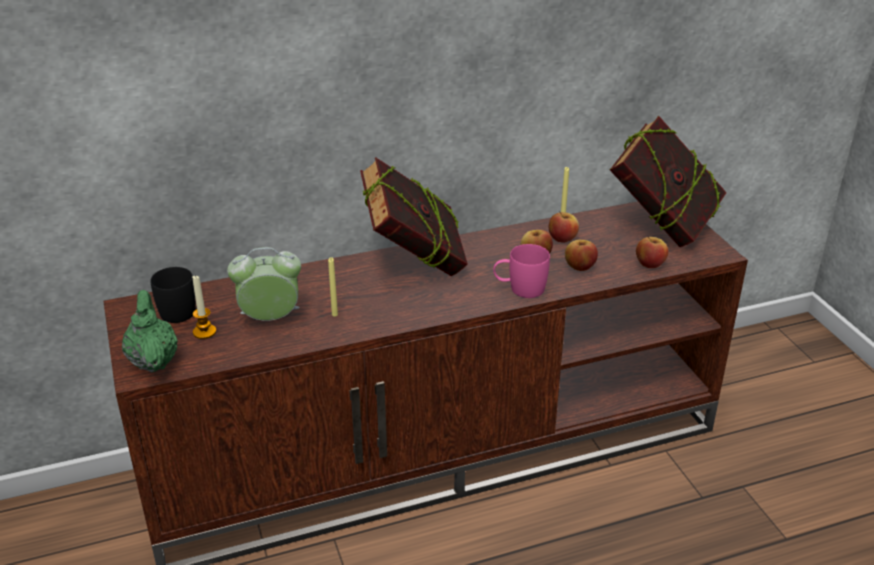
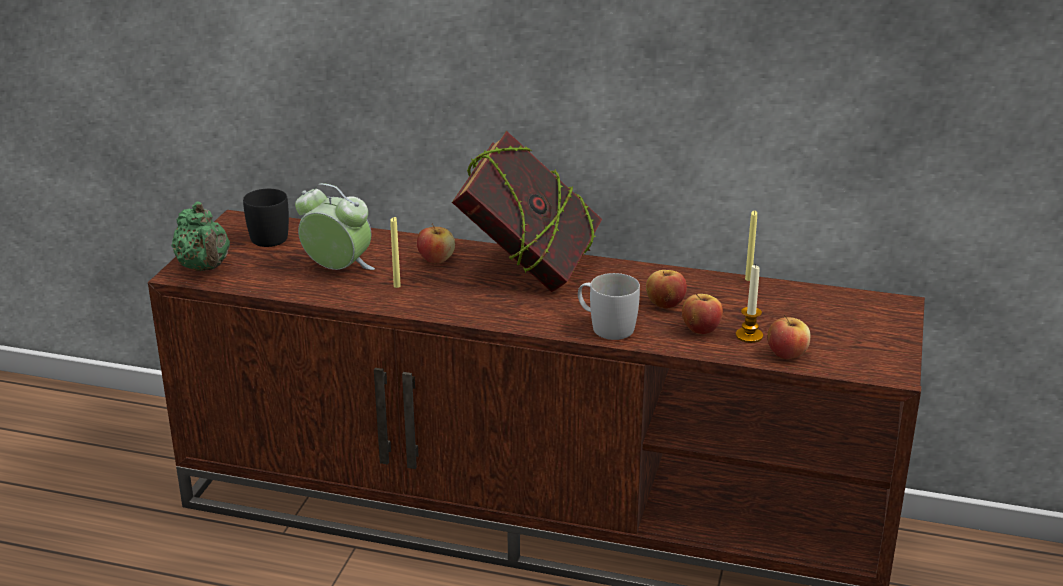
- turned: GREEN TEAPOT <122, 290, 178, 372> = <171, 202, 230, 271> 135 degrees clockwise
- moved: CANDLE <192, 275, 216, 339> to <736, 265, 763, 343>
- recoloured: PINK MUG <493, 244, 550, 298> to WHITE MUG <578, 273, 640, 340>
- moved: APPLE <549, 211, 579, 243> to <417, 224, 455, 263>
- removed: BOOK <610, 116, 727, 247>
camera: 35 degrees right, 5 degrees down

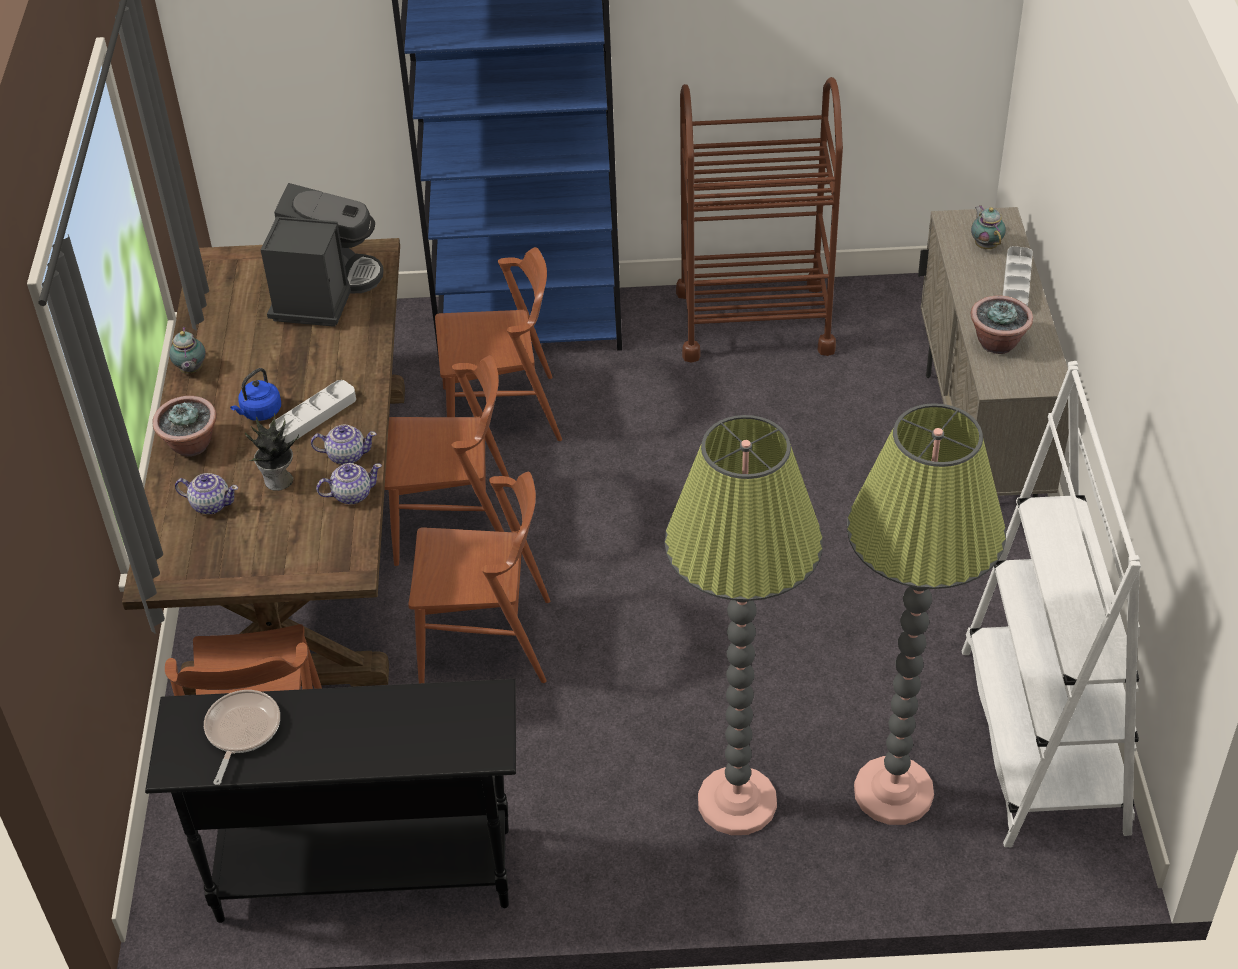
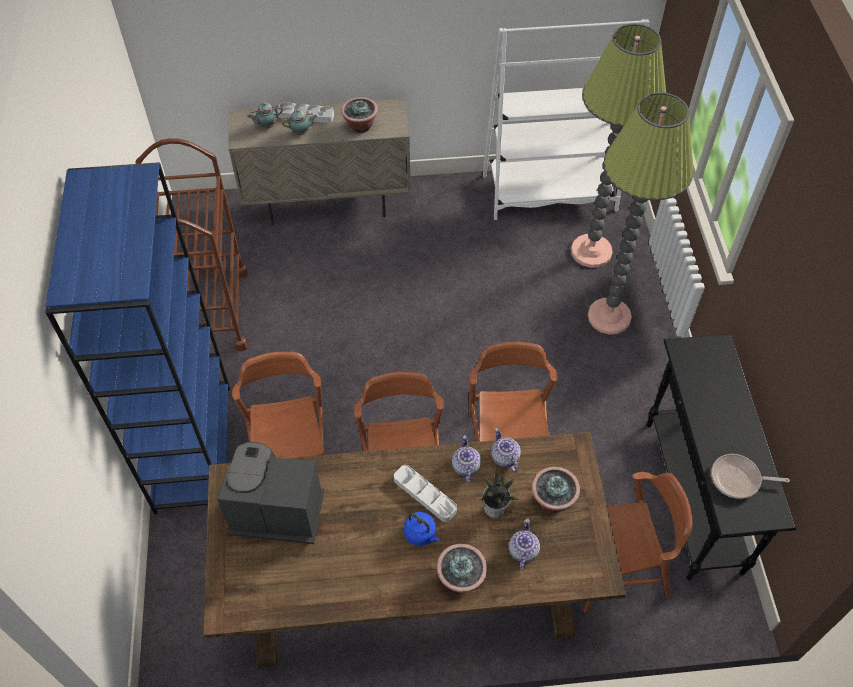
- moved: TEAPOT <169, 327, 206, 373> to <282, 109, 317, 135>
- added: POTTED PLANT <532, 467, 580, 513>
camera: 95 degrees left, 10 degrees up

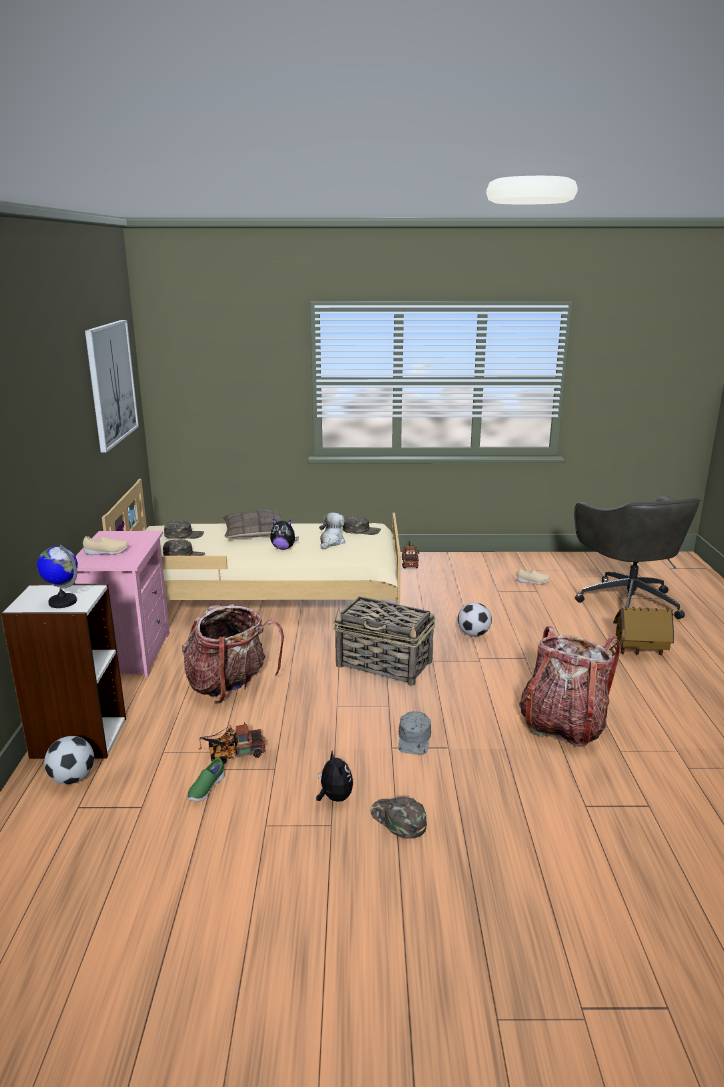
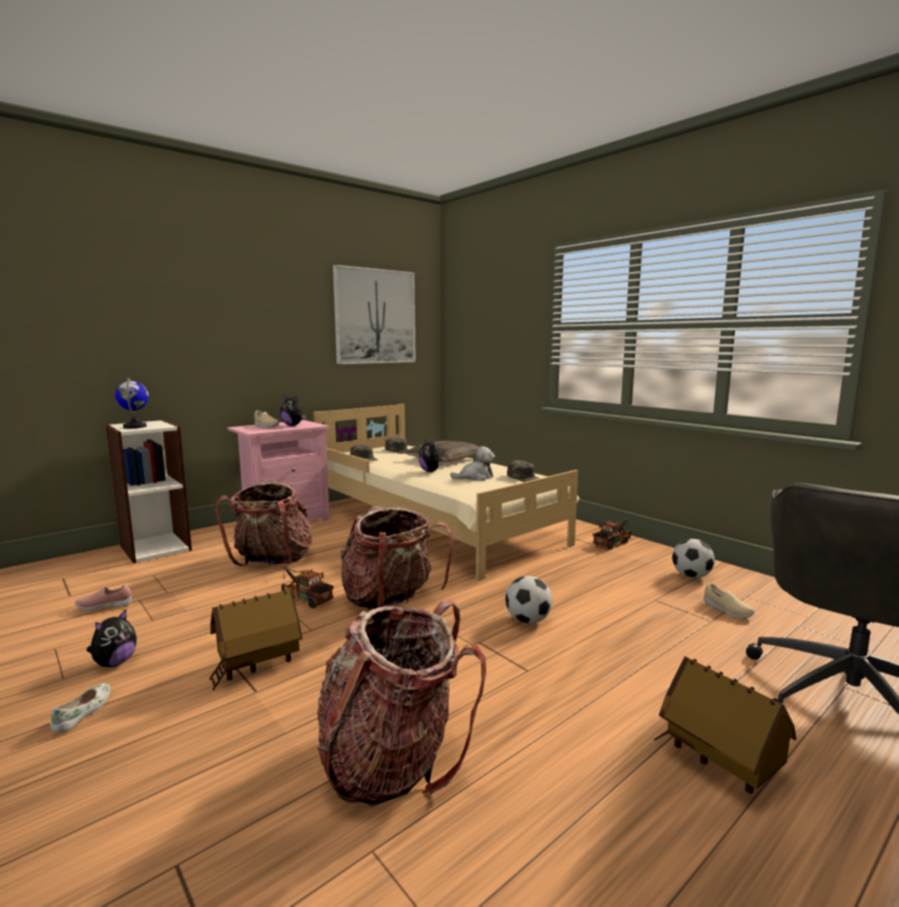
- moved: FOOTBALL <44, 736, 94, 784> to <672, 539, 715, 578>
- recoloured: GREEN SHOE <187, 758, 225, 802> to PINK SHOE <75, 585, 132, 611>
- moved: TOY TRUCK <199, 722, 266, 764> to <282, 567, 334, 608>
- replaced: BASKET <333, 596, 436, 686> to BACKPACK <341, 506, 453, 609>
- replaced: GREEN CAP <370, 797, 427, 839> to WHITE SHOE <50, 683, 110, 732>
- replaced: GREY CAP <398, 711, 431, 754> to TOY HOUSE <209, 589, 302, 690>
- added: PLUSH TOY <280, 395, 307, 426>
camera: 50 degrees right, 10 degrees down

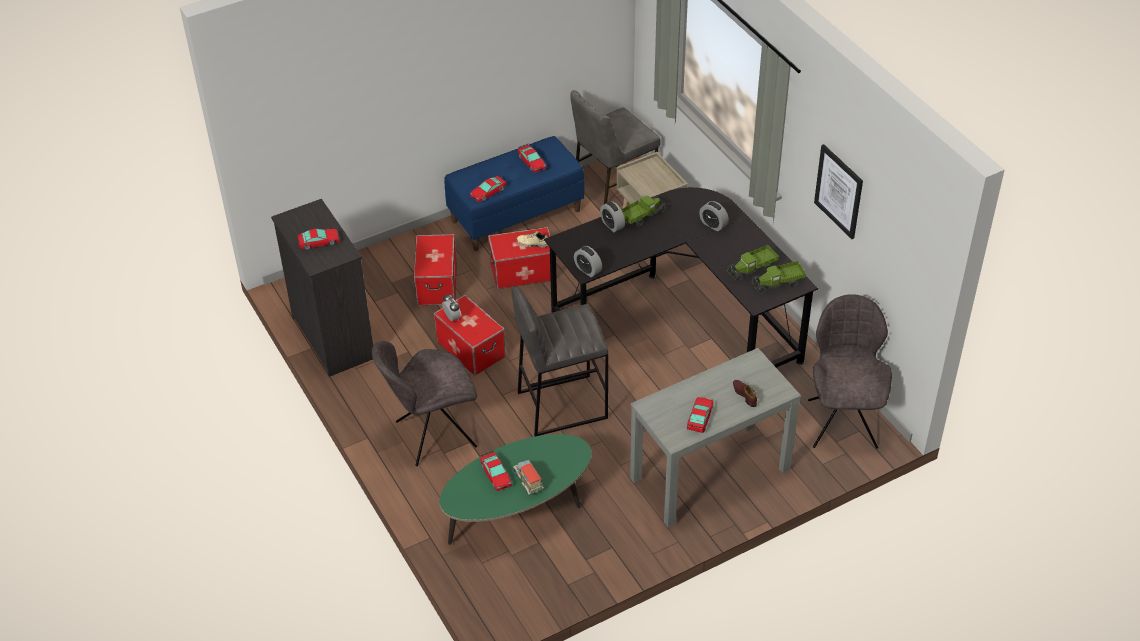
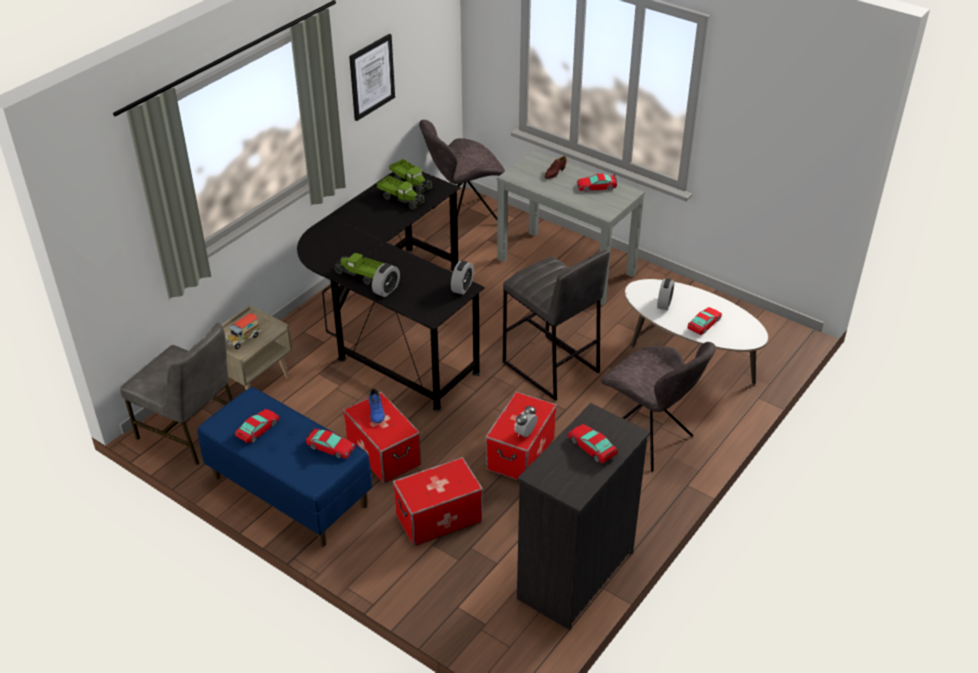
- recoloured: GREEN COFFEE TABLE <439, 434, 591, 545> to WHITE COFFEE TABLE <625, 279, 768, 385>
- moved: TOY TRUCK <513, 460, 544, 495> to <225, 313, 261, 349>
- recoloured: BEIGE SHOE <517, 231, 548, 247> to BLUE SHOE <369, 389, 385, 423>
- moved: ALARM CLOCK <699, 201, 729, 231> to <657, 278, 674, 310>
camera: 115 degrees left, 5 degrees down

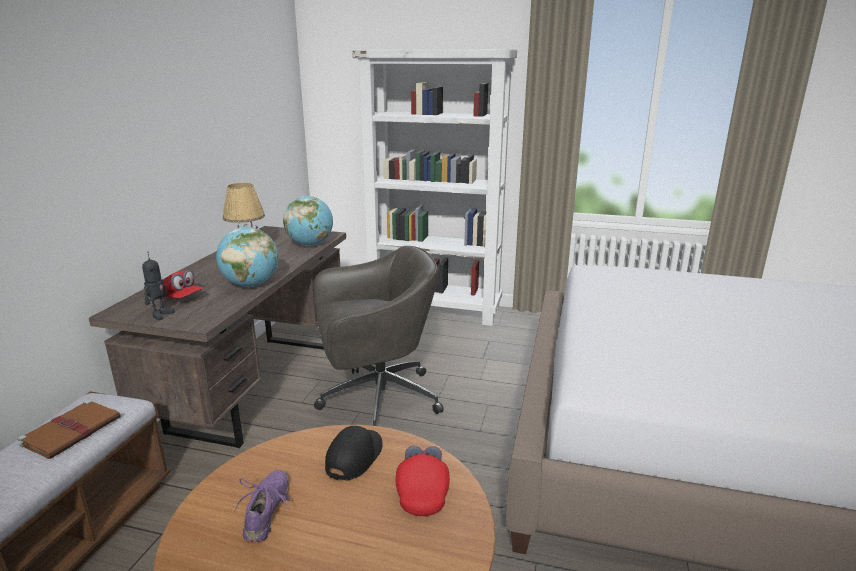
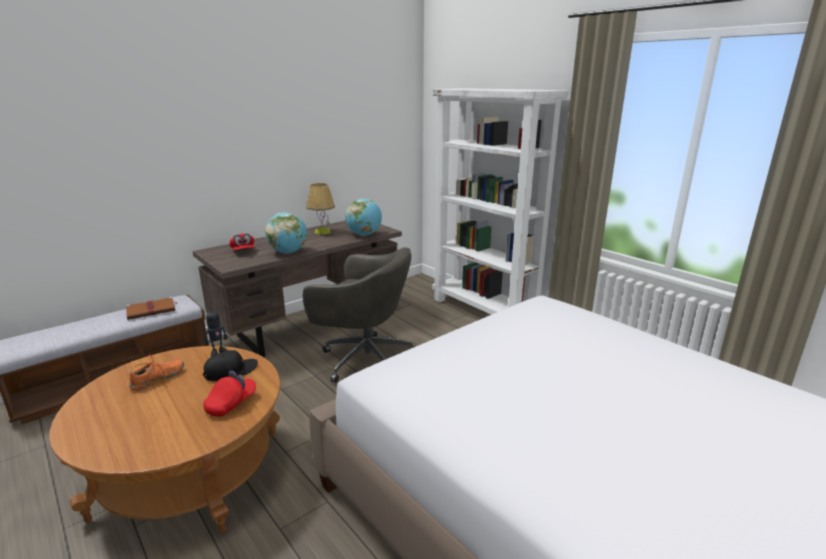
- moved: TOY ROBOT <142, 252, 175, 320> to <205, 306, 228, 357>
- recoloured: PURPLE SHOE <234, 470, 290, 542> to ORANGE SHOE <129, 354, 184, 391>
camera: 35 degrees right, 0 degrees up

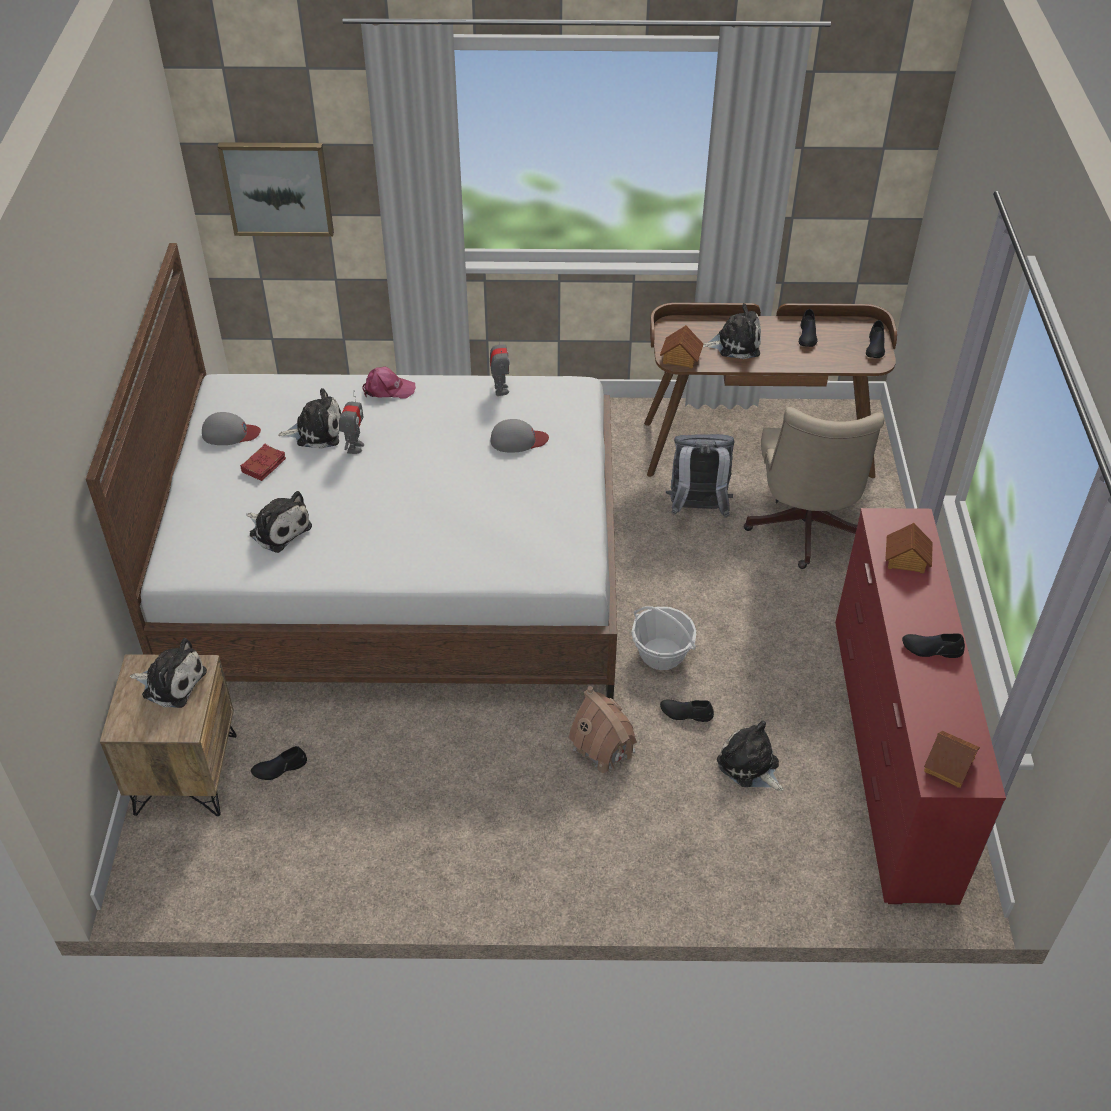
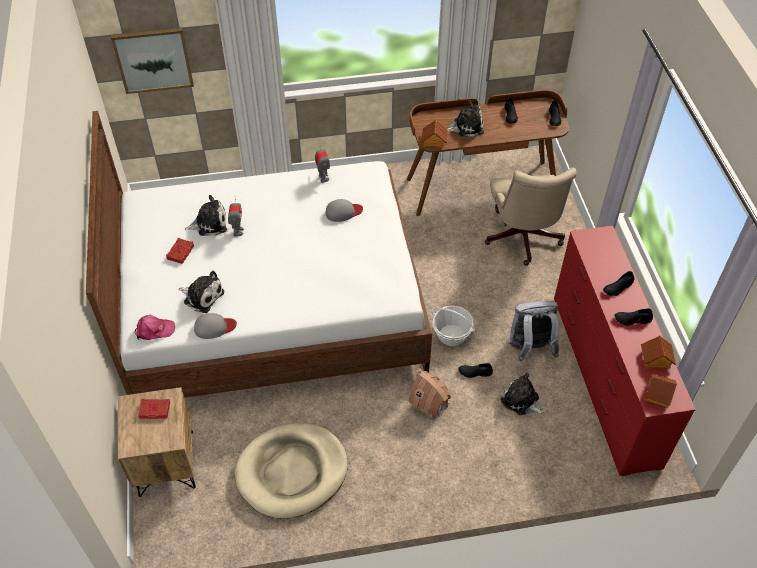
- replaced: PLUSH TOY <130, 638, 207, 708> to RED BOOK <138, 399, 170, 419>
- moved: GREY CAP <202, 412, 261, 445> to <194, 313, 237, 339>
- moved: BLACK SHOE <251, 746, 307, 780> to <603, 271, 635, 296>
- moved: PINK CAP <362, 367, 416, 398> to <135, 315, 175, 340>
- moved: GREY BACKPACK <665, 434, 734, 518> to <509, 301, 559, 362>
- moved: TOY HOUSE <885, 523, 933, 574> to <641, 336, 676, 369>
- added: BEIGE DOG BED <235, 423, 348, 519>
camera: 10 degrees left, 5 degrees up

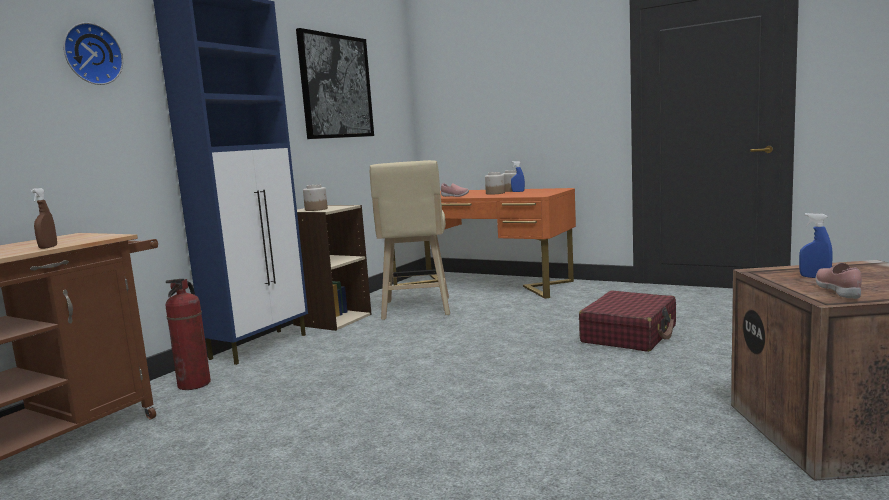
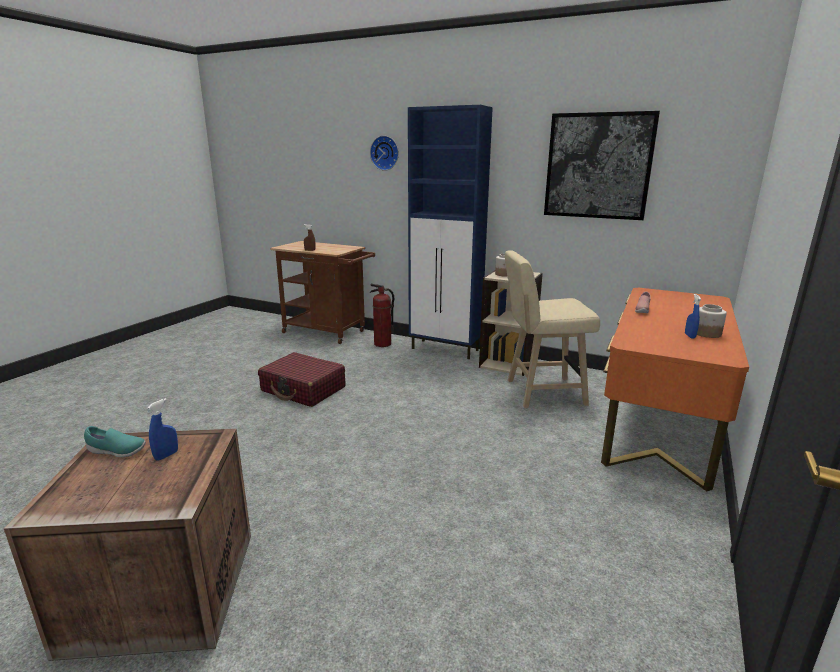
- removed: JAR <485, 172, 505, 195>
- moved: RED SUITCASE <579, 290, 676, 352> to <258, 352, 345, 407>
- recoloured: PINK SHOE <816, 263, 862, 299> to TURQUOISE SHOE <84, 426, 146, 457>
camera: 85 degrees right, 10 degrees up

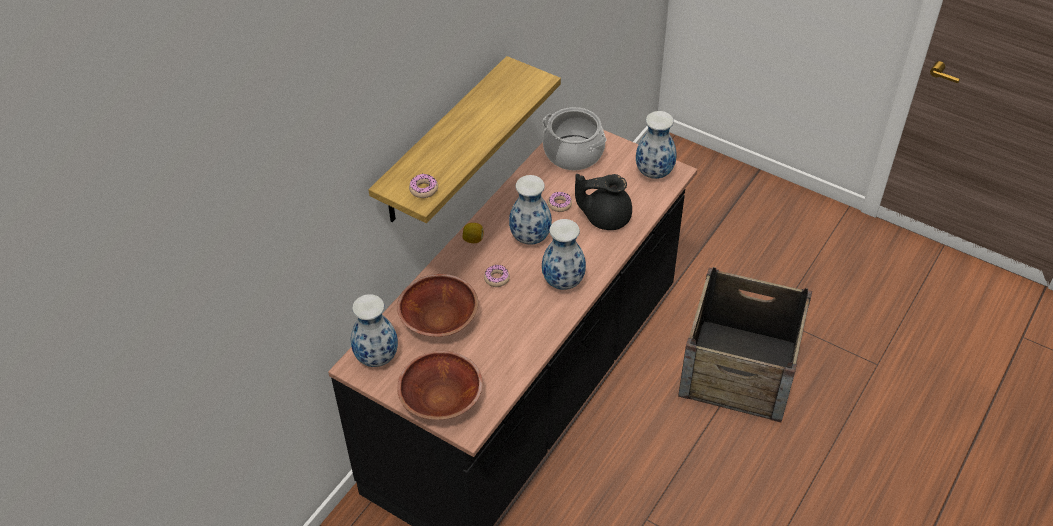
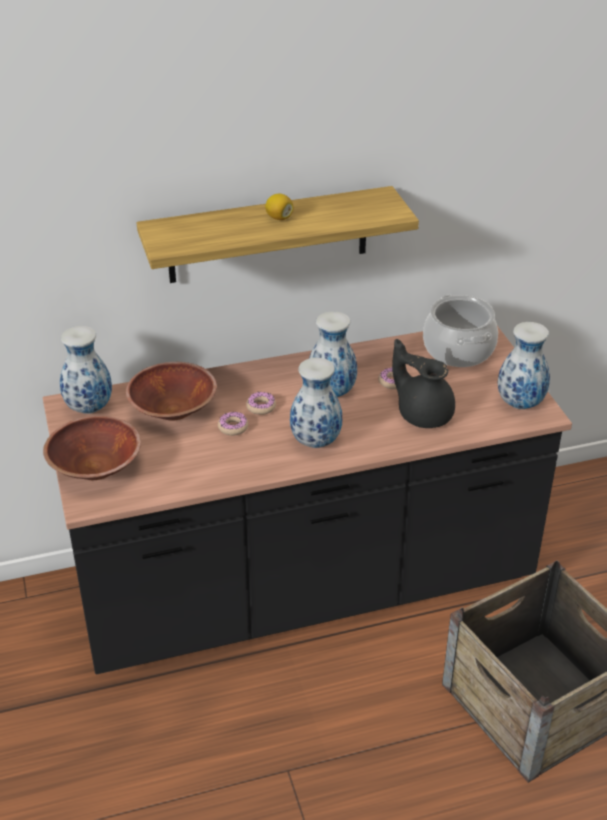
- moved: DONUT <409, 174, 438, 198> to <218, 412, 248, 436>
- moved: LEMON <462, 223, 484, 243> to <265, 194, 294, 220>
camera: 40 degrees right, 10 degrees down

